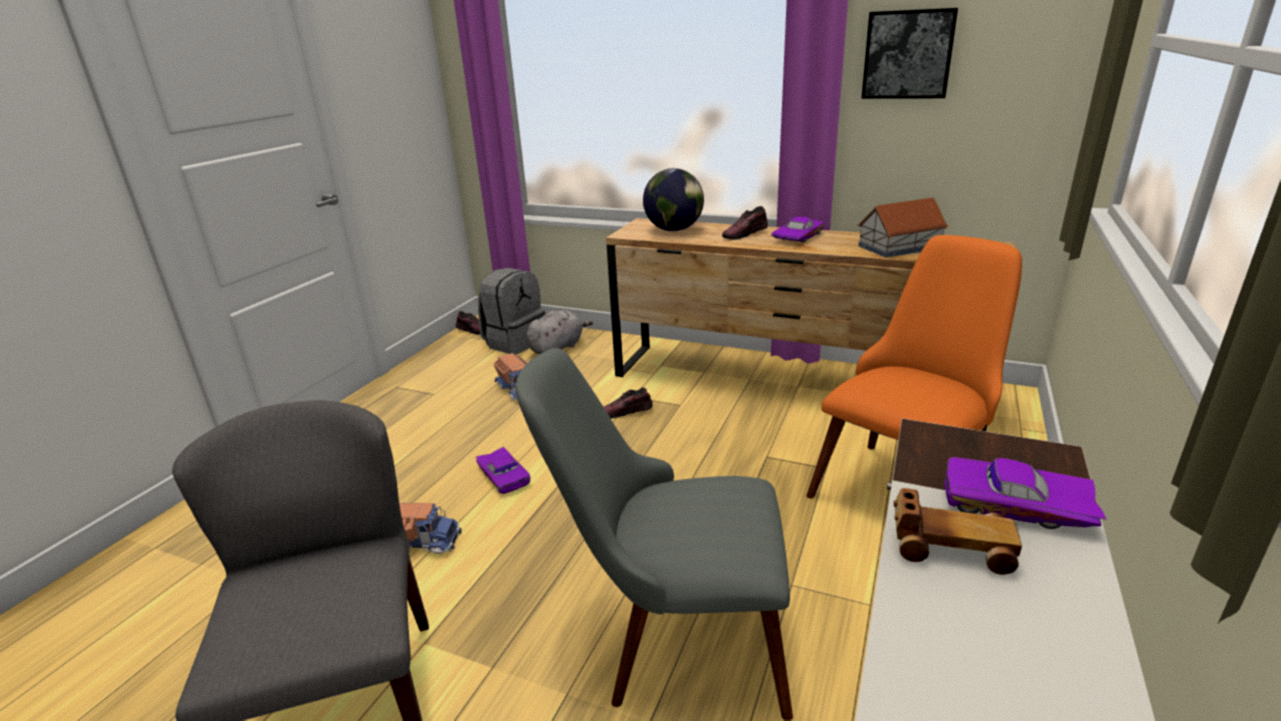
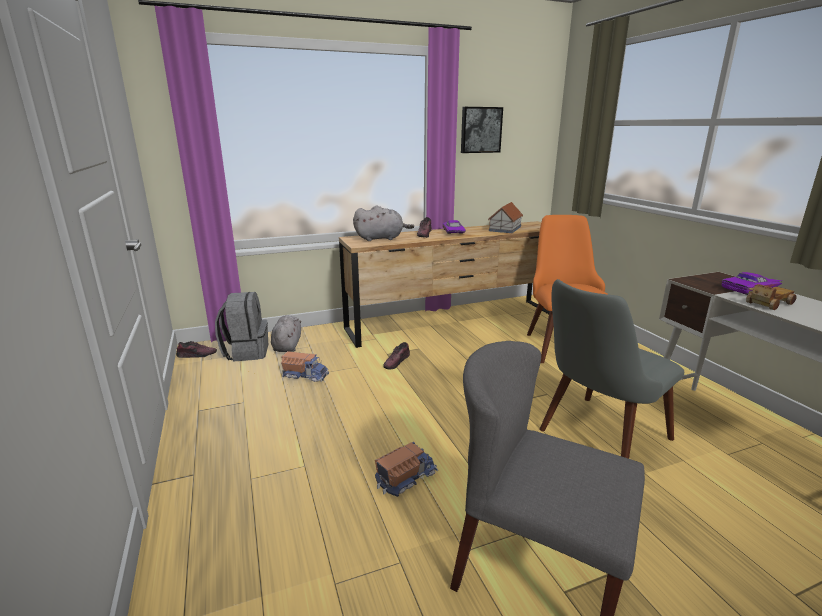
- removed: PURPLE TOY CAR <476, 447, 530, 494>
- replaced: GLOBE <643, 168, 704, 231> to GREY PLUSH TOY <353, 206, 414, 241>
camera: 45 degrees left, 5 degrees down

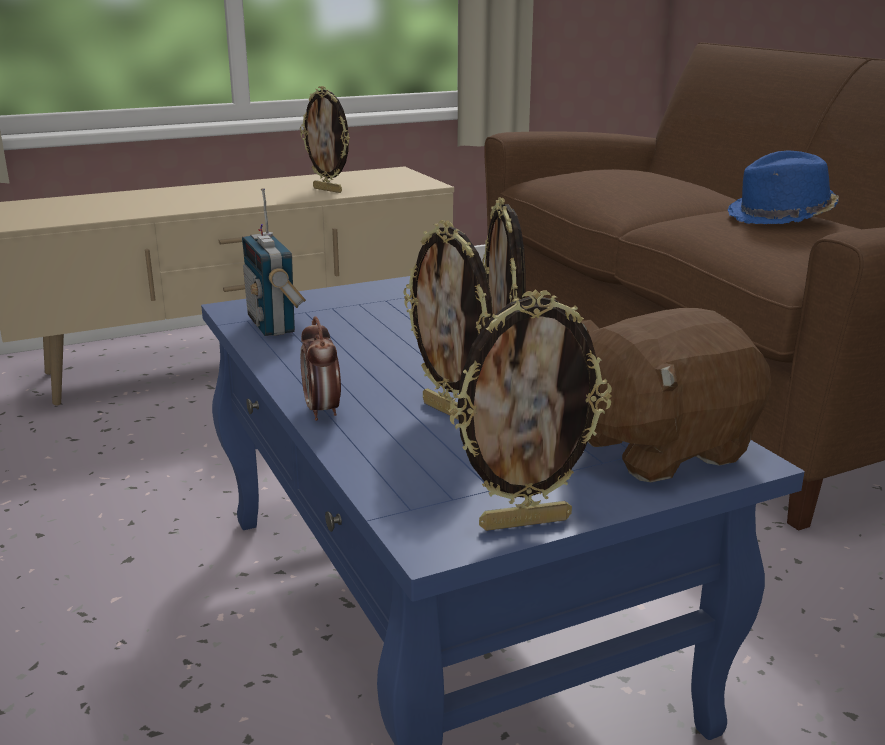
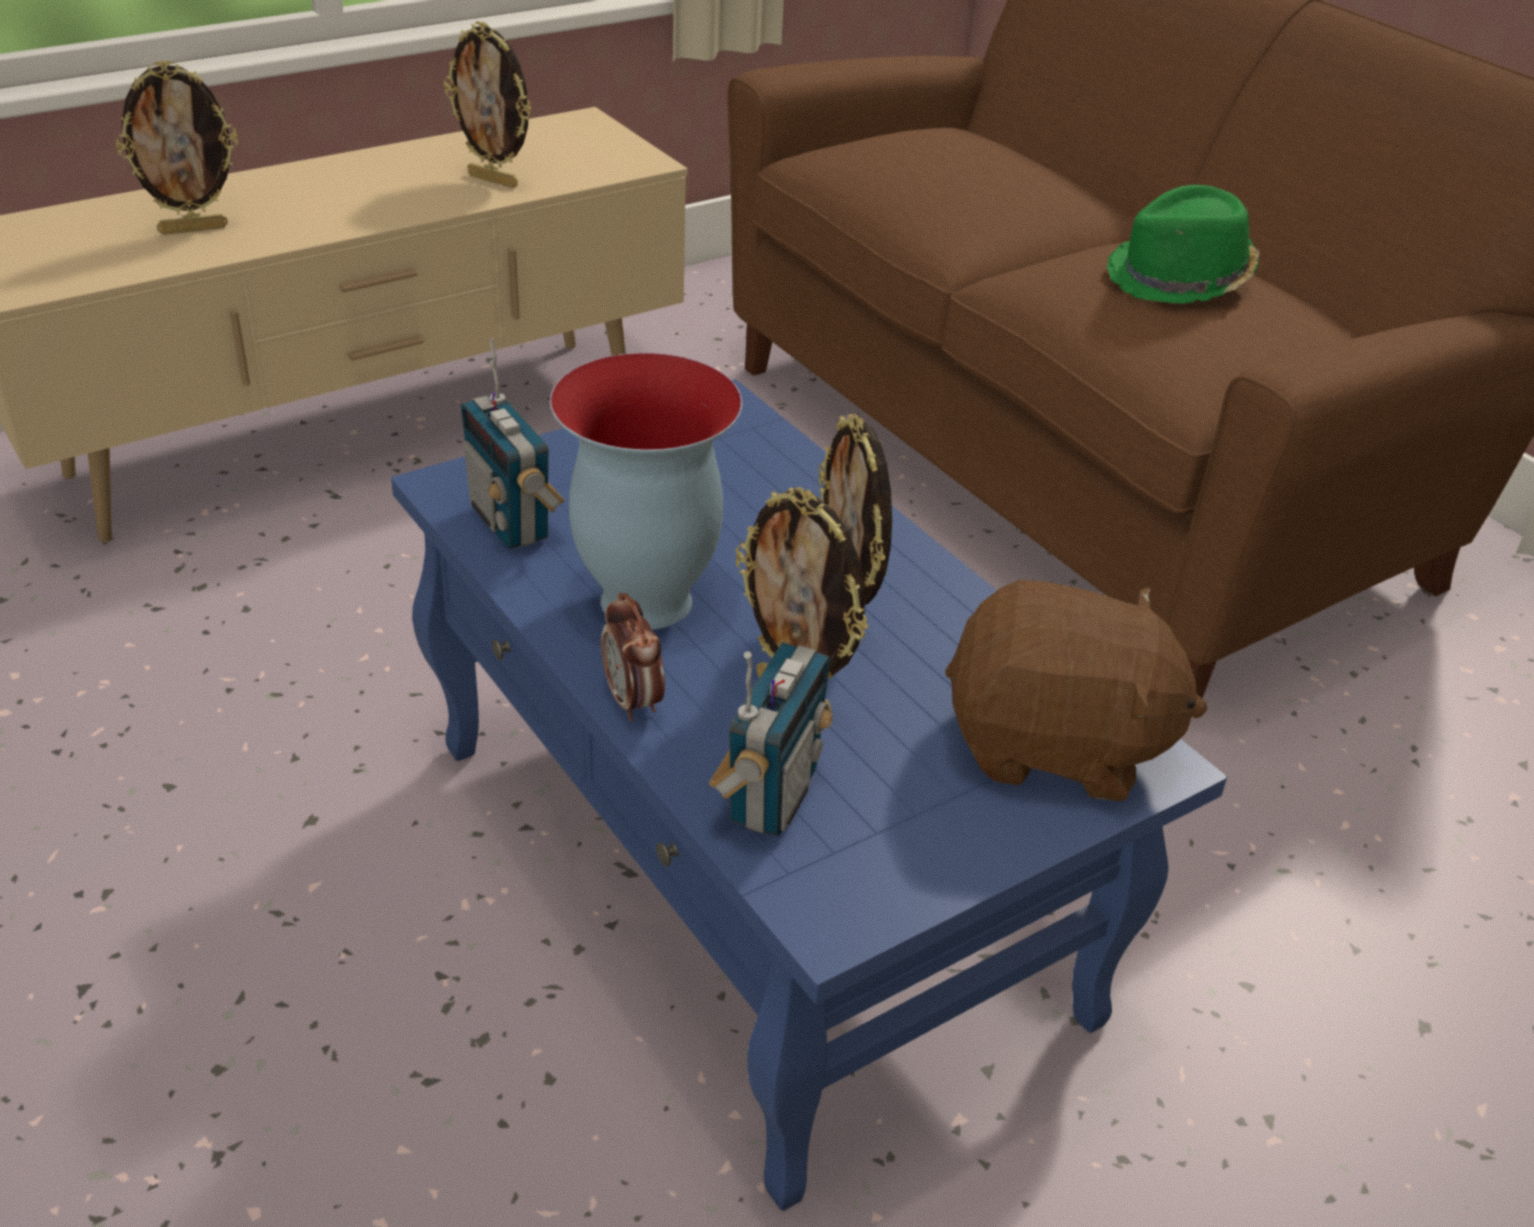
- moved: PICTURE FRAME <449, 289, 612, 531> to <116, 60, 238, 235>
- turned: BROWN PLUSH TOY <581, 308, 771, 482> = <945, 580, 1208, 802> 135 degrees counterclockwise
- recoloured: BLUE HAT <727, 150, 839, 224> to GREEN HAT <1107, 185, 1259, 304>
- added: VASE <550, 353, 743, 629>
- added: RADIO <709, 642, 833, 836>
camera: 10 degrees left, 15 degrees up

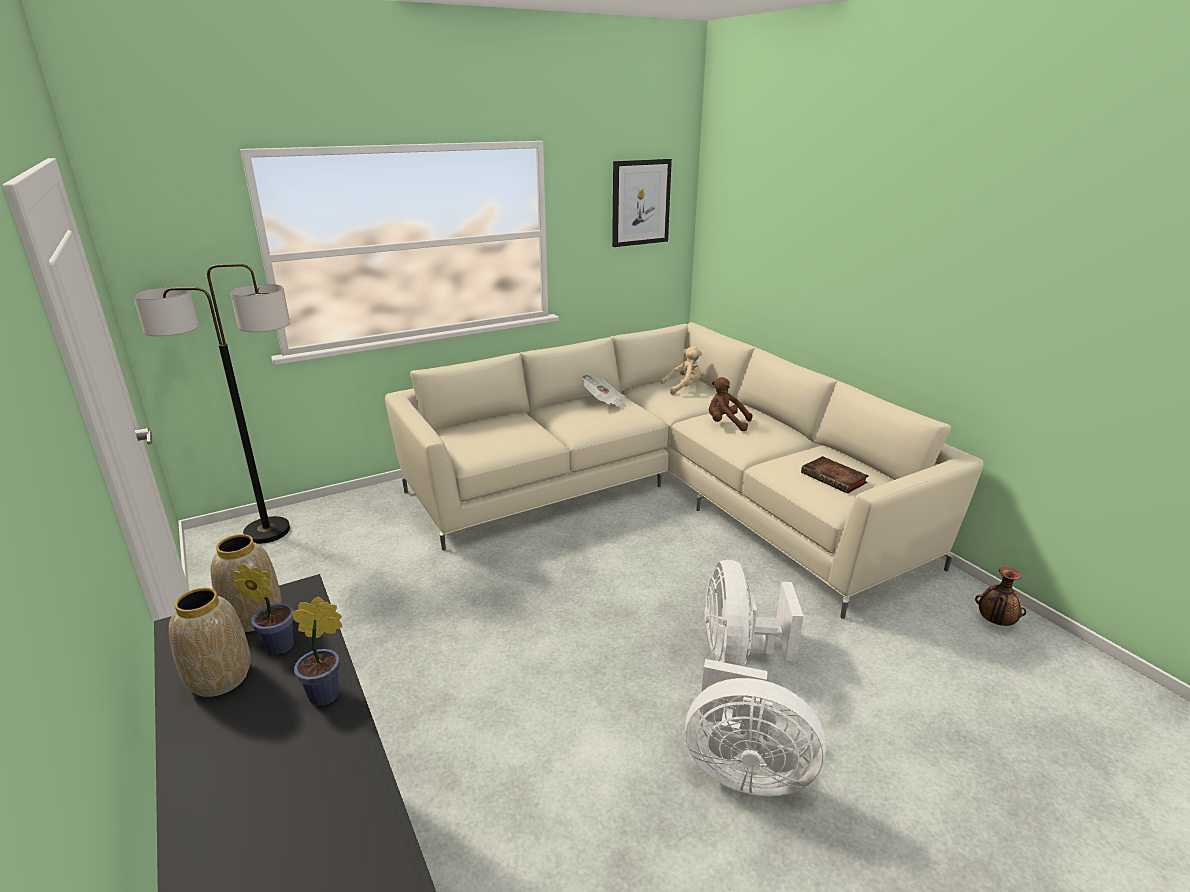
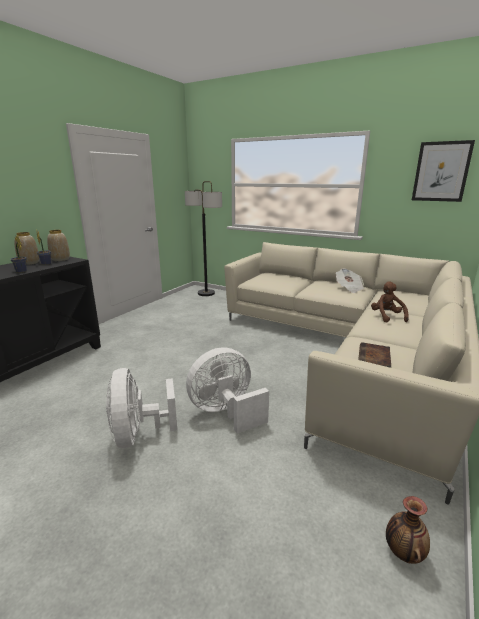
- removed: BEIGE PLUSH TOY <660, 346, 703, 395>
camera: 60 degrees right, 5 degrees down

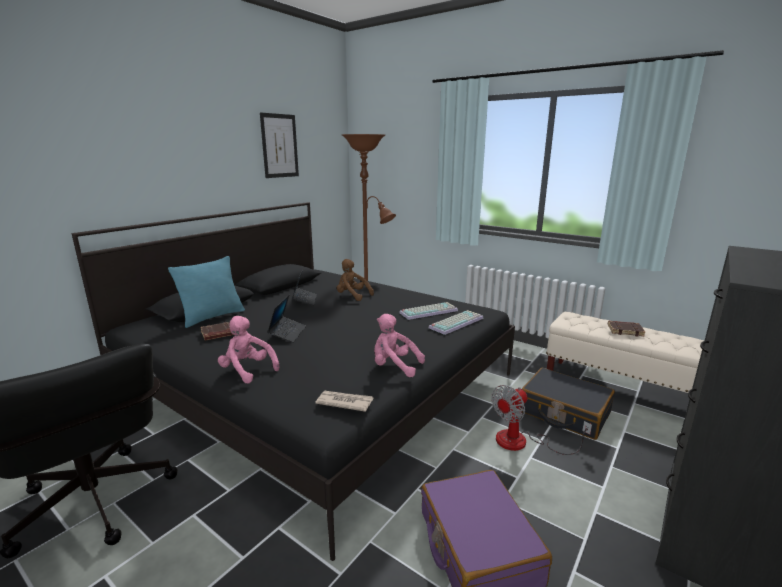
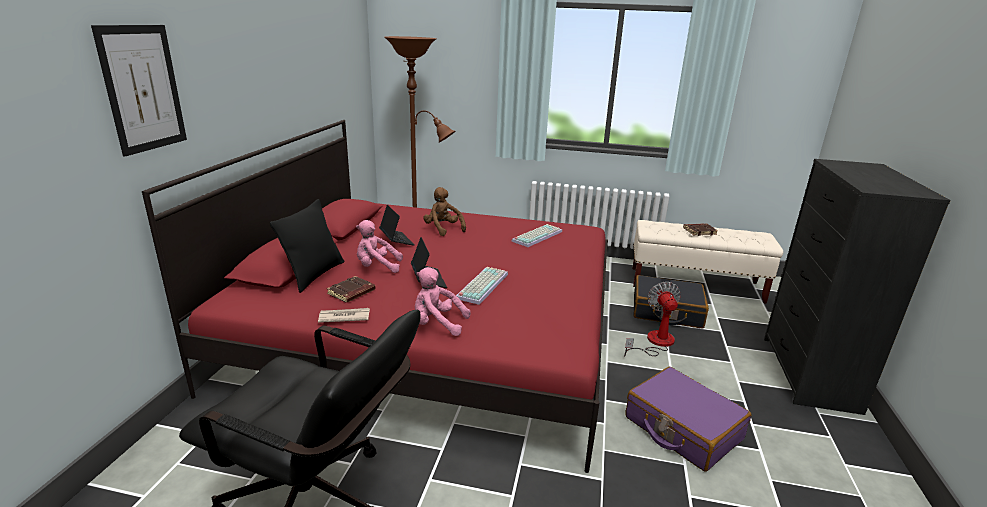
- recoloured: BLACK BED <71, 202, 515, 561> to RED BED <142, 120, 608, 473>
- recoloured: TURQUOISE PILLOW <168, 256, 245, 328> to BLACK PILLOW <270, 199, 344, 293>
- moved: PICTURE <260, 112, 299, 178> to <91, 25, 187, 157>
- moved: NEWSPAPER <315, 390, 373, 412> to <318, 308, 370, 323>
- turned: BROWN PLUSH TOY <337, 259, 374, 301> = <423, 187, 466, 236> 45 degrees clockwise
- moved: PINK PLUSH TOY <374, 314, 425, 377> to <356, 220, 403, 273>
- moved: KEYBOARD <429, 310, 483, 335> to <456, 267, 508, 305>
- turned: FAN <491, 385, 592, 455> = <624, 282, 681, 357> 150 degrees clockwise
camera: 25 degrees left, 5 degrees up

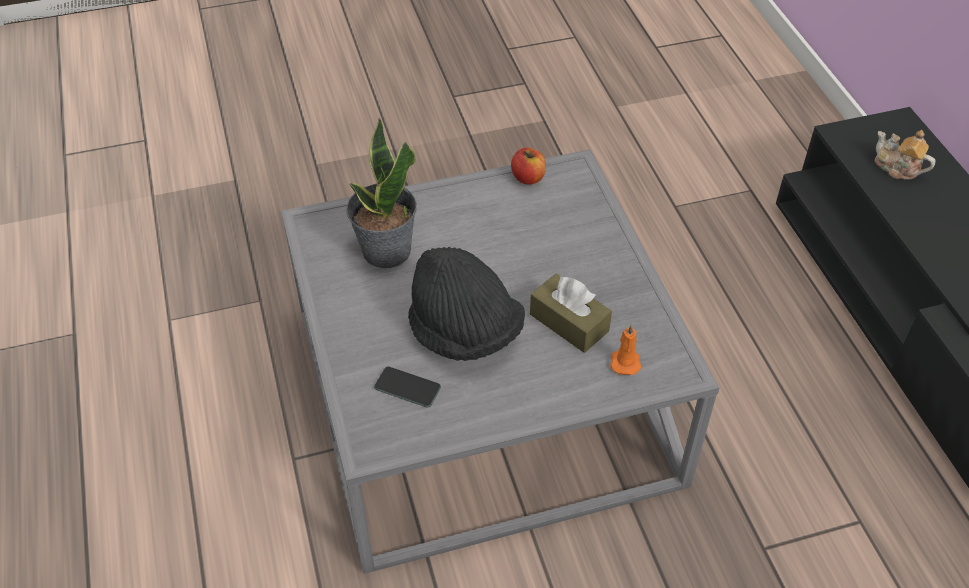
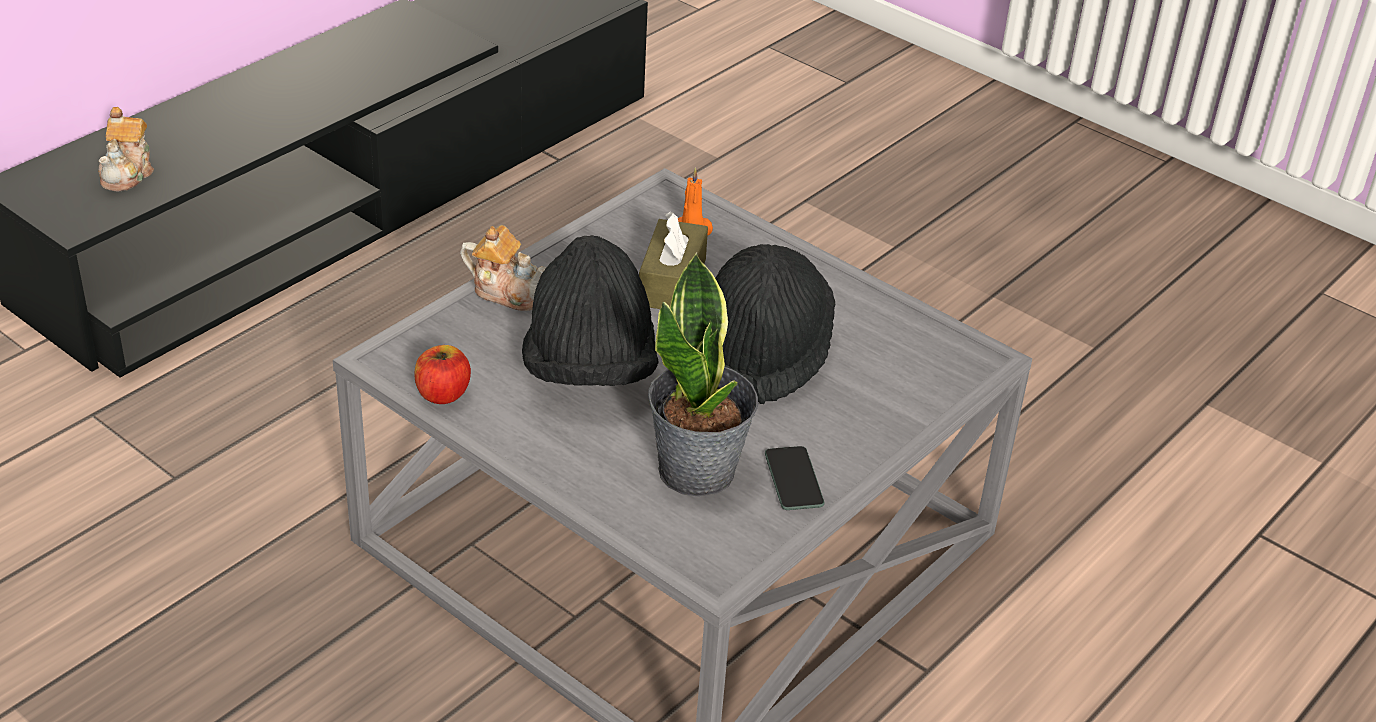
- moved: PHONE <374, 366, 441, 408> to <765, 446, 825, 510>
- added: TEAPOT <460, 225, 546, 311>
- added: BLACK HAT <522, 235, 659, 386>
camera: 125 degrees left, 10 degrees down

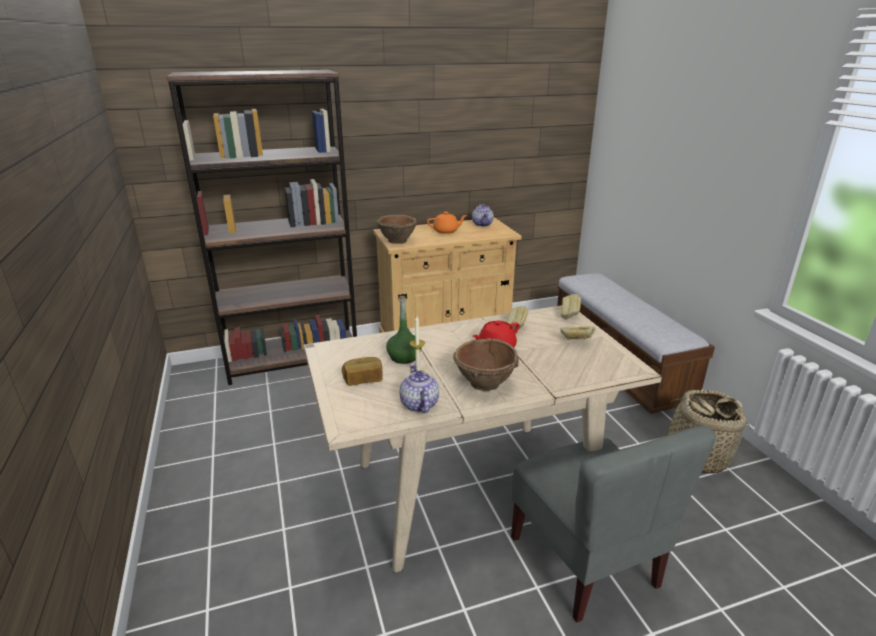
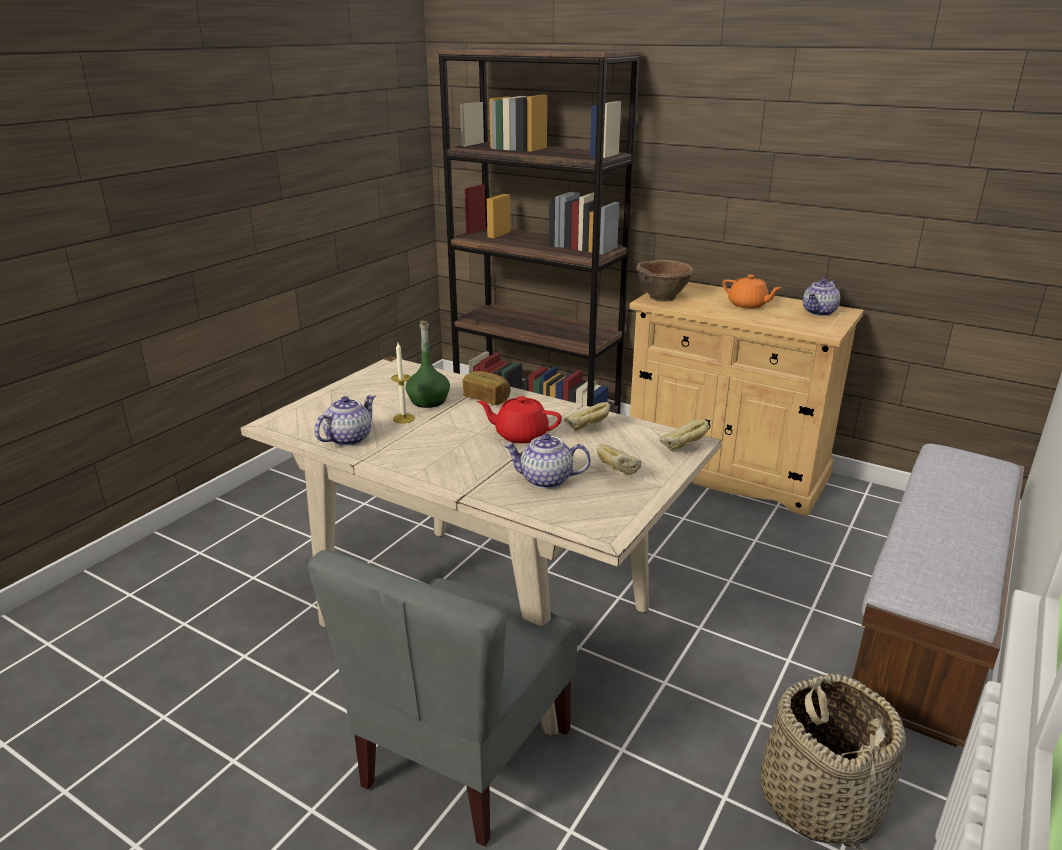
- moved: BREAD <342, 357, 383, 386> to <463, 371, 511, 405>
- removed: BROWN BOWL <453, 339, 519, 391>
- added: TEAPOT <503, 434, 591, 489>
camera: 50 degrees right, 0 degrees up

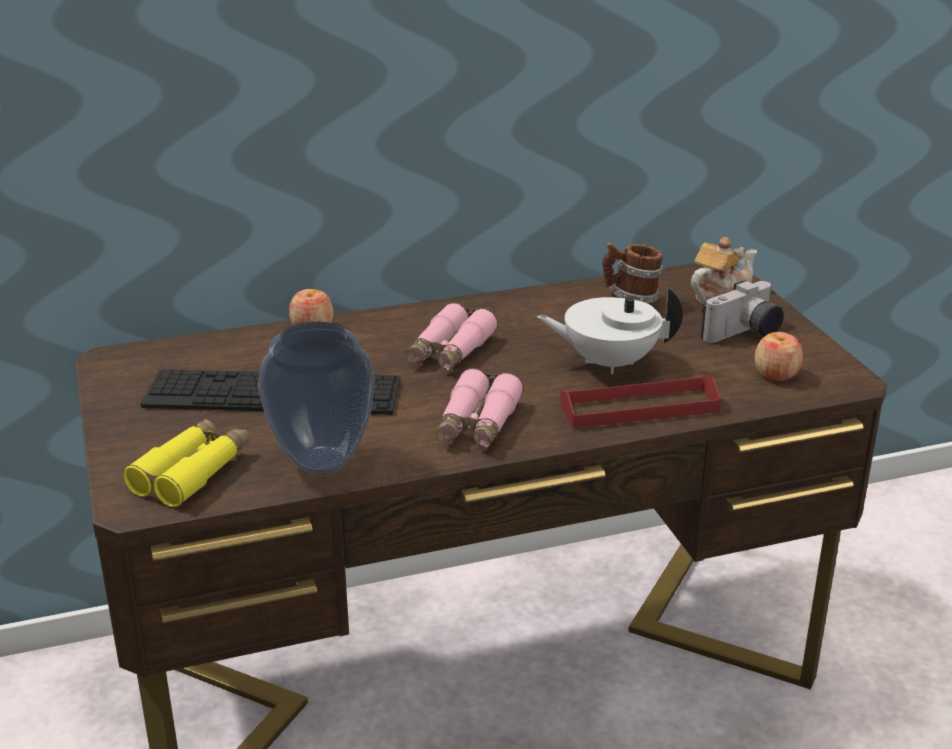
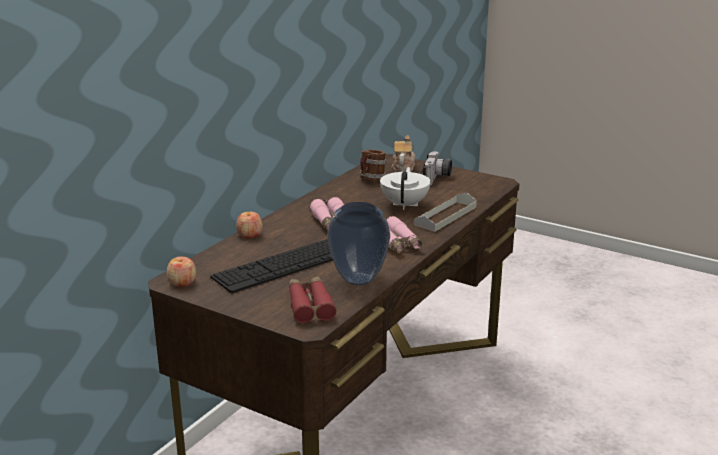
- recoloured: YELLOW BINOCULARS <123, 418, 250, 507> to RED BINOCULARS <289, 277, 337, 323>
- turned: WHITE TEAPOT <537, 287, 683, 374> = <380, 167, 431, 210> 135 degrees clockwise
- recoloured: RED TRAY <560, 375, 721, 428> to GREY TRAY <414, 193, 477, 232>
- moved: APPLE <755, 332, 803, 381> to <167, 256, 196, 287>
camera: 40 degrees left, 5 degrees down

